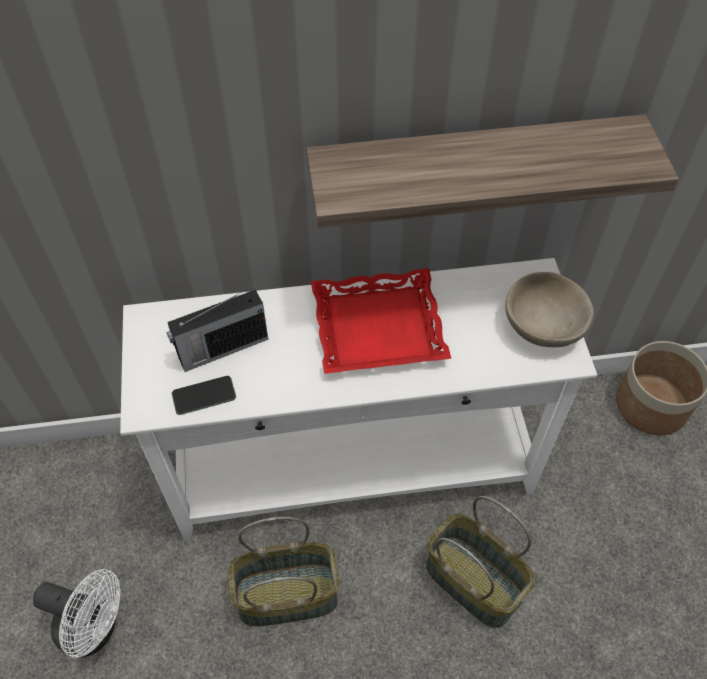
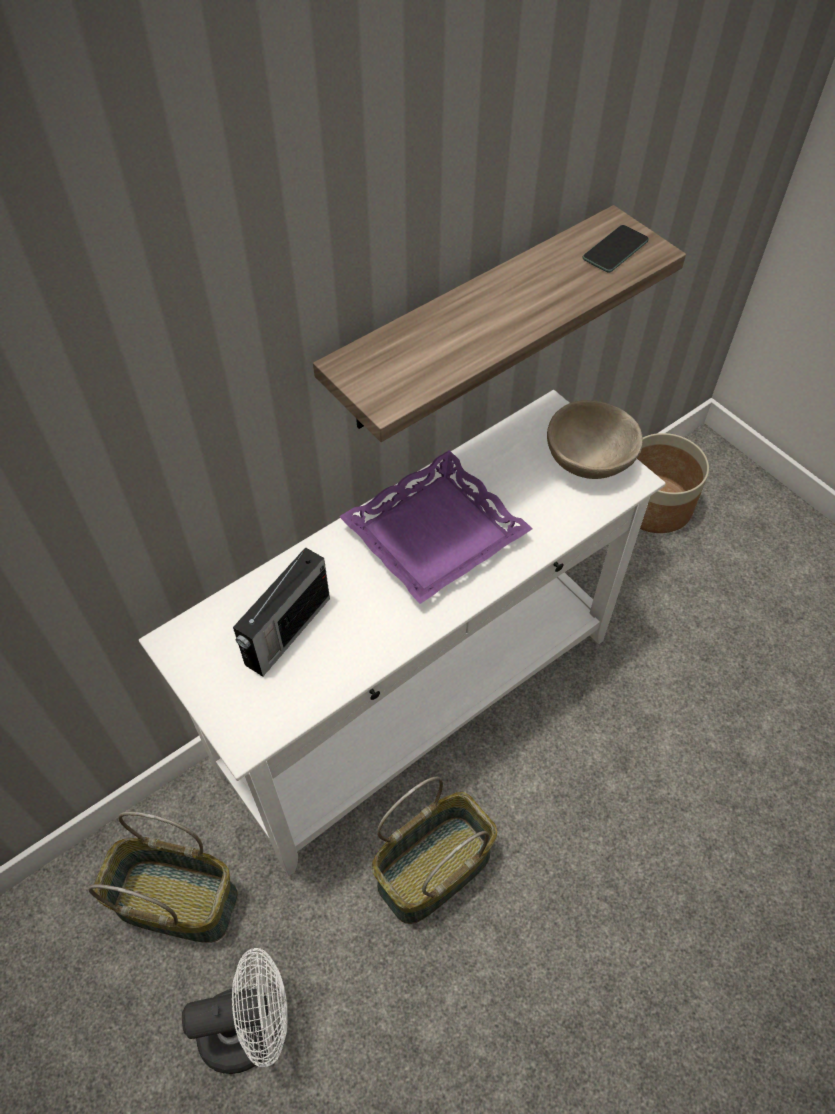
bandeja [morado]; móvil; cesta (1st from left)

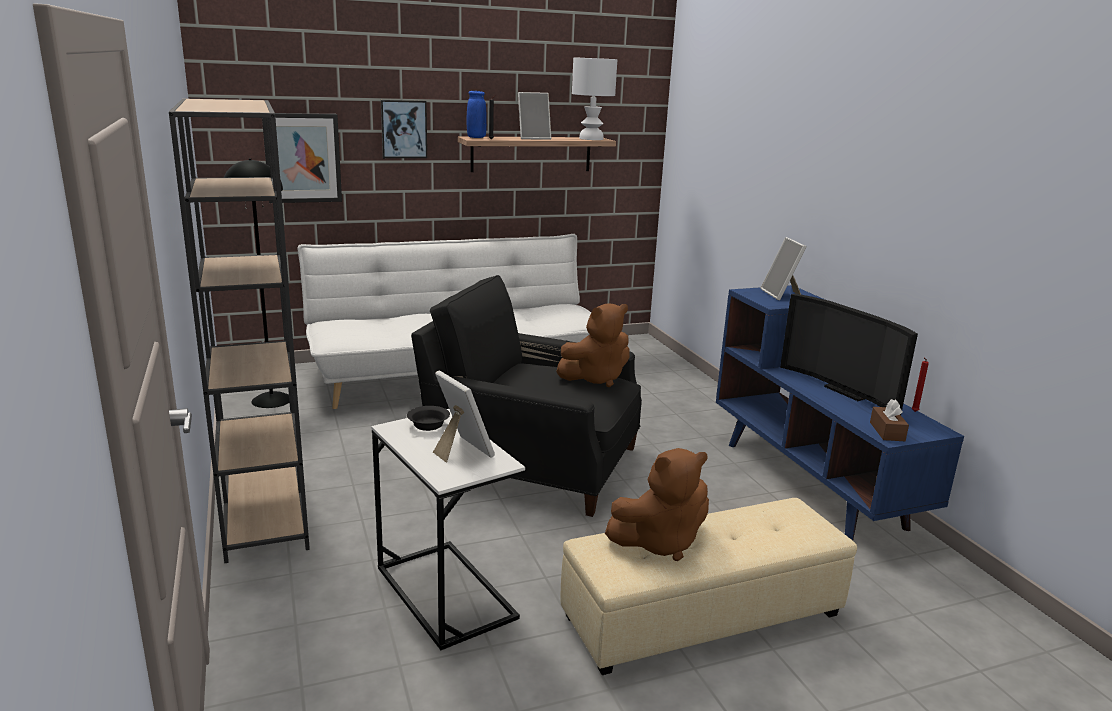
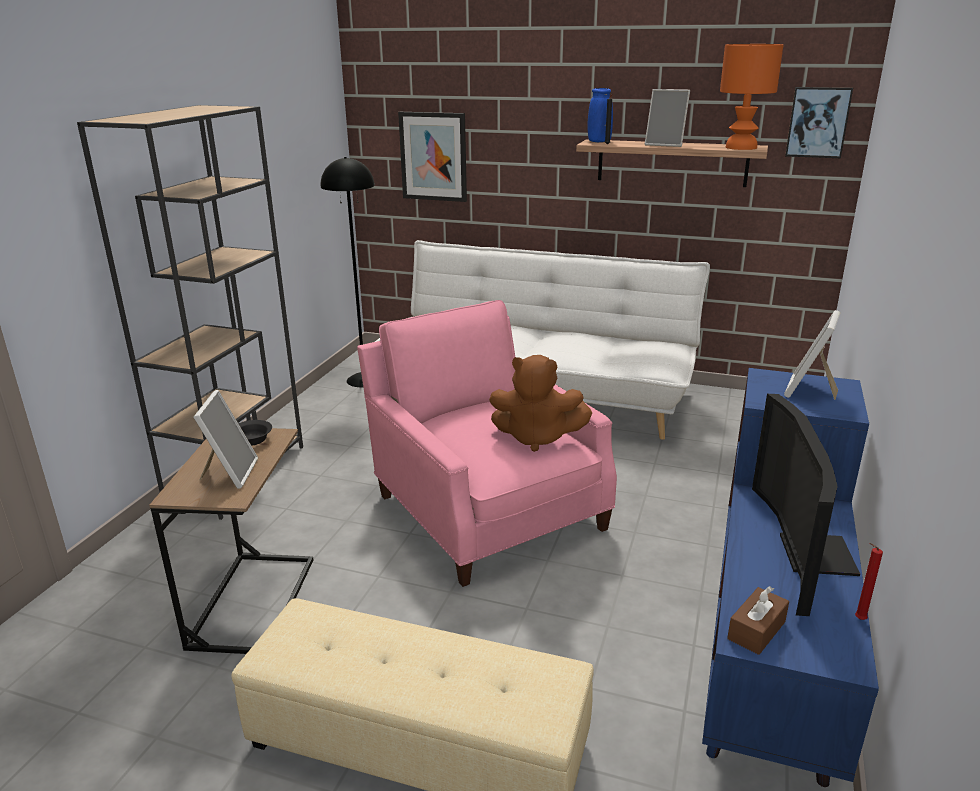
lámpara de mesa [naranja]; cuadro (2nd from left); sillón [rosa]; mesa auxiliar [marrón]; peluche [marrón] (2nd from left in the first image)

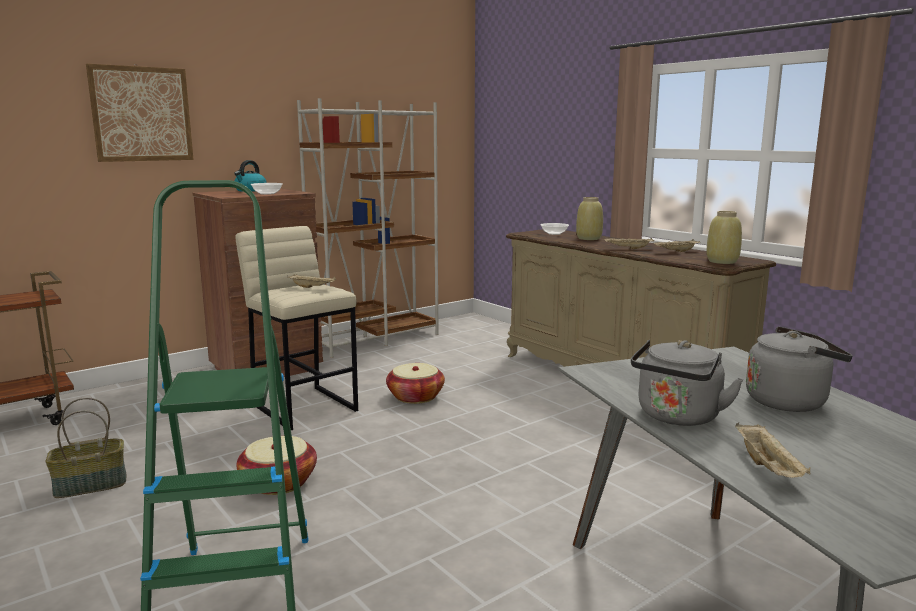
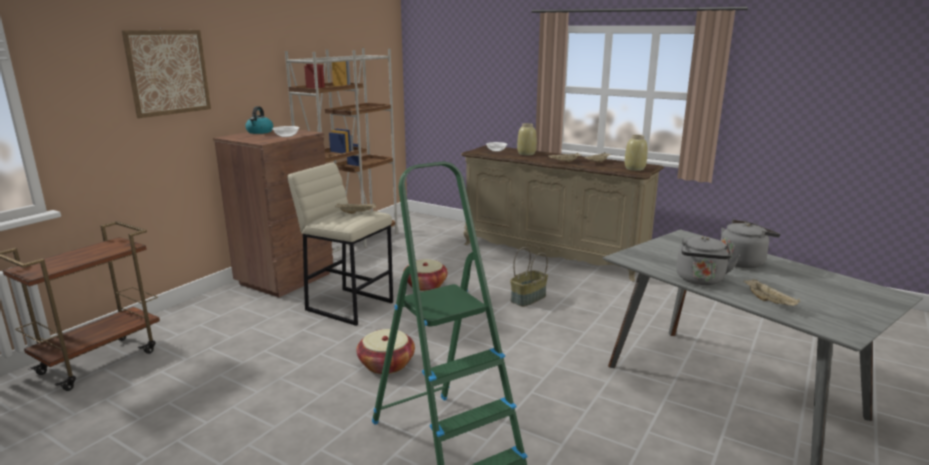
cesta (3rd from left)

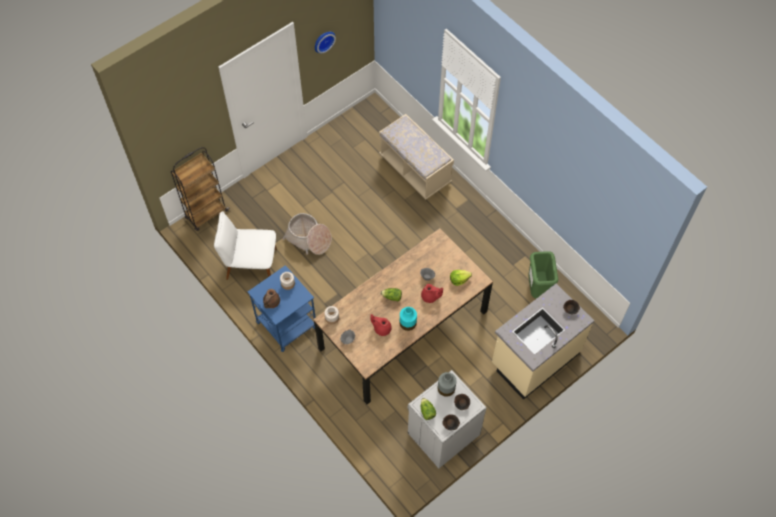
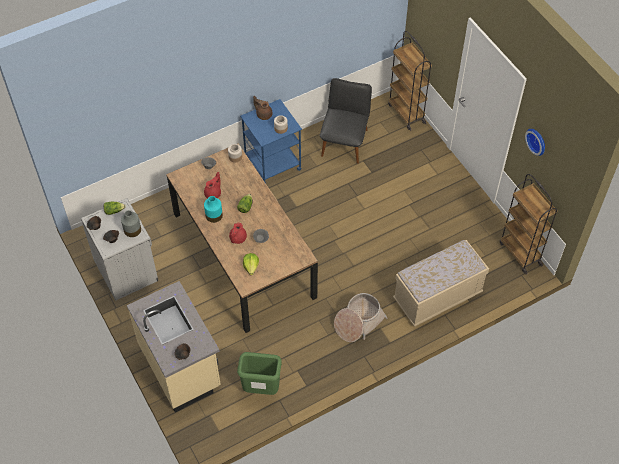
silla [negro]; cesta; carrito [marrón] (2nd from left)

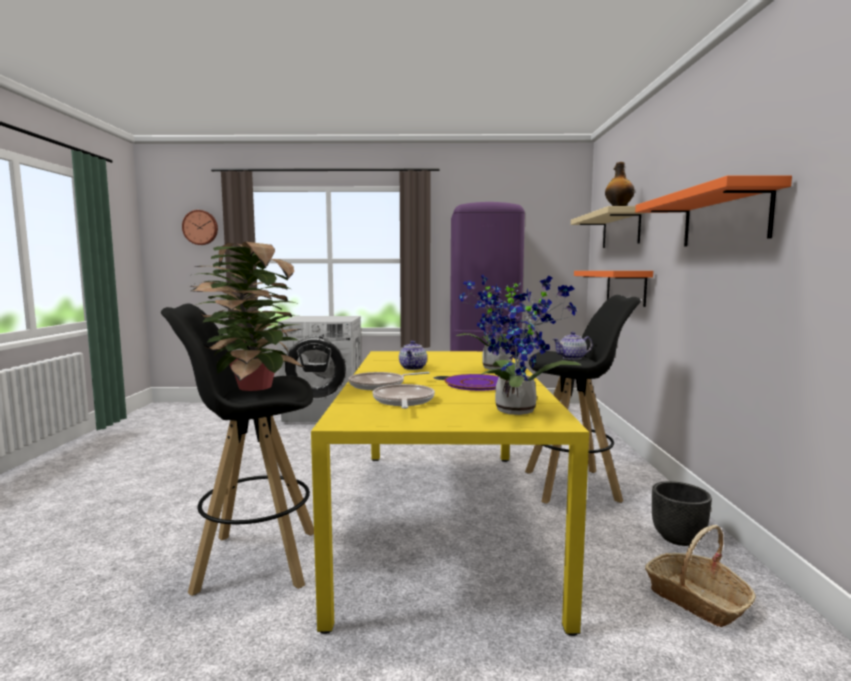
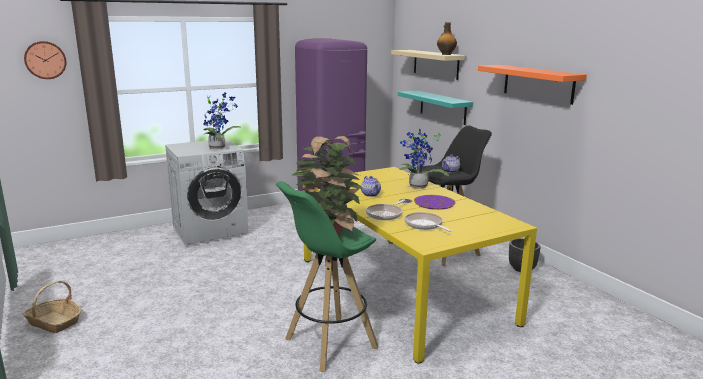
estante [turquesa]; planta en maceta (1st from left); taburete [verde]; cesta

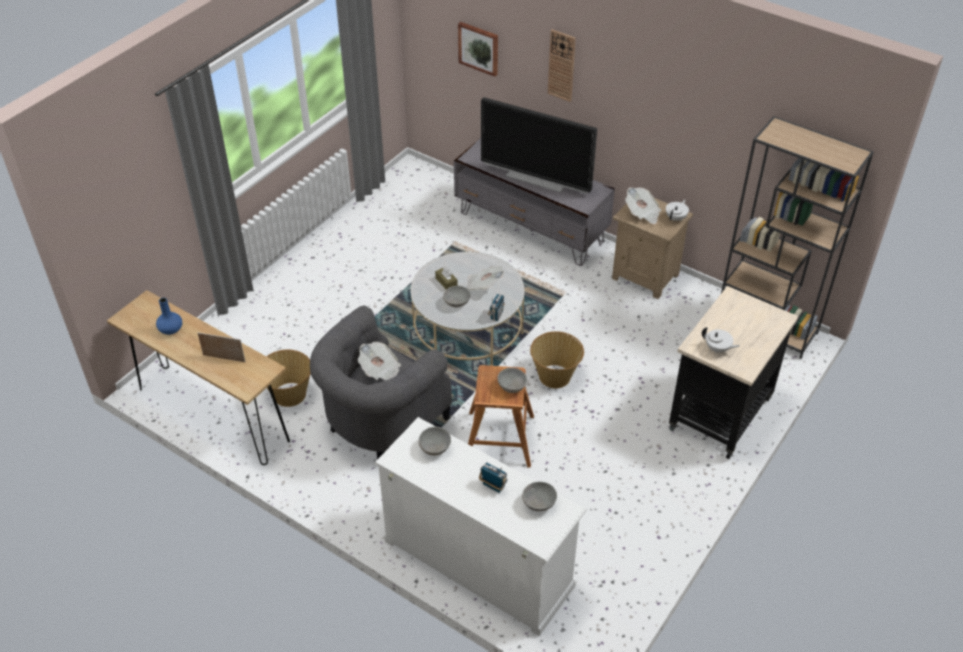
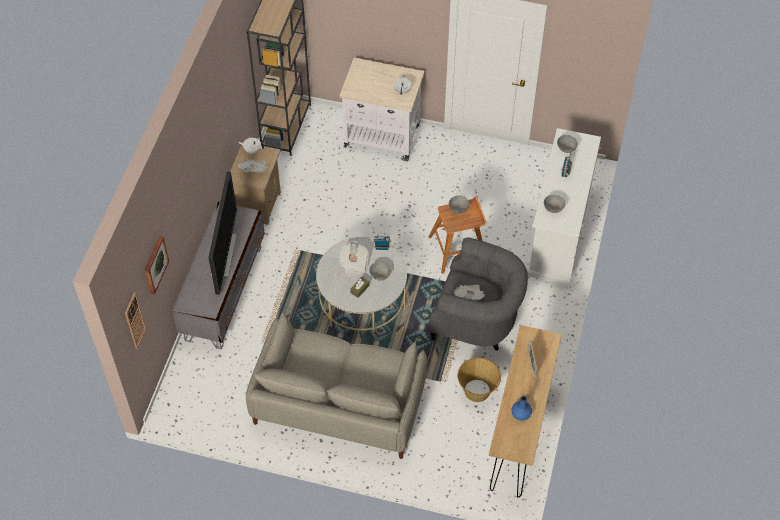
reloj de pared; carrito [blanco]; cesta (2nd from left in the first image); sofá [beis]

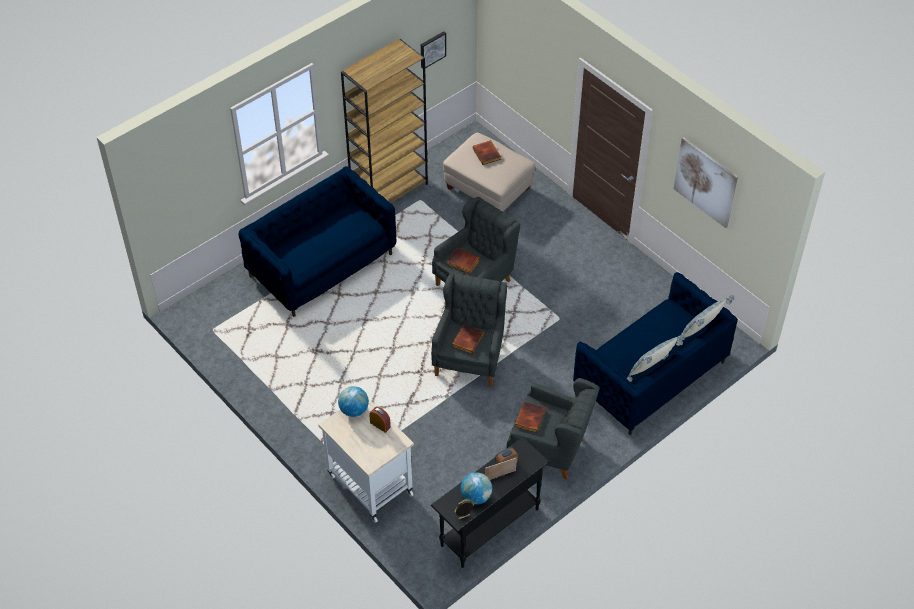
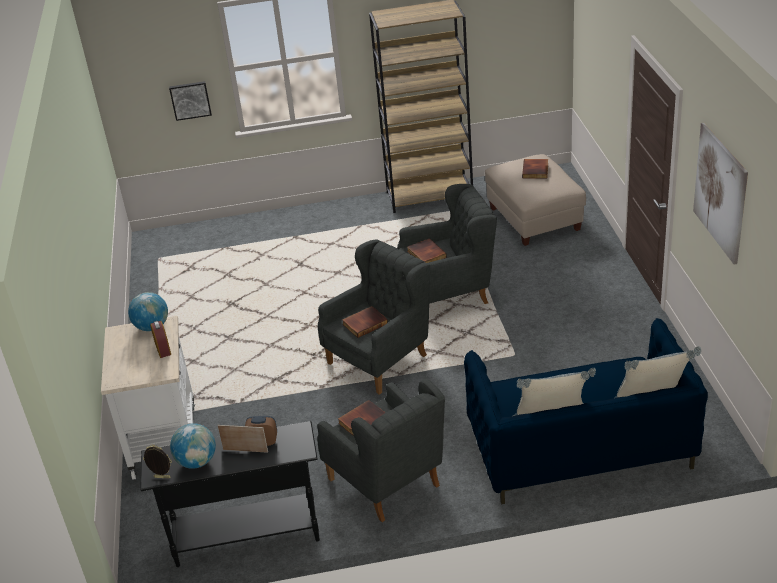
cuadro (1st from left); sofá [azul] (1st from left in the first image)

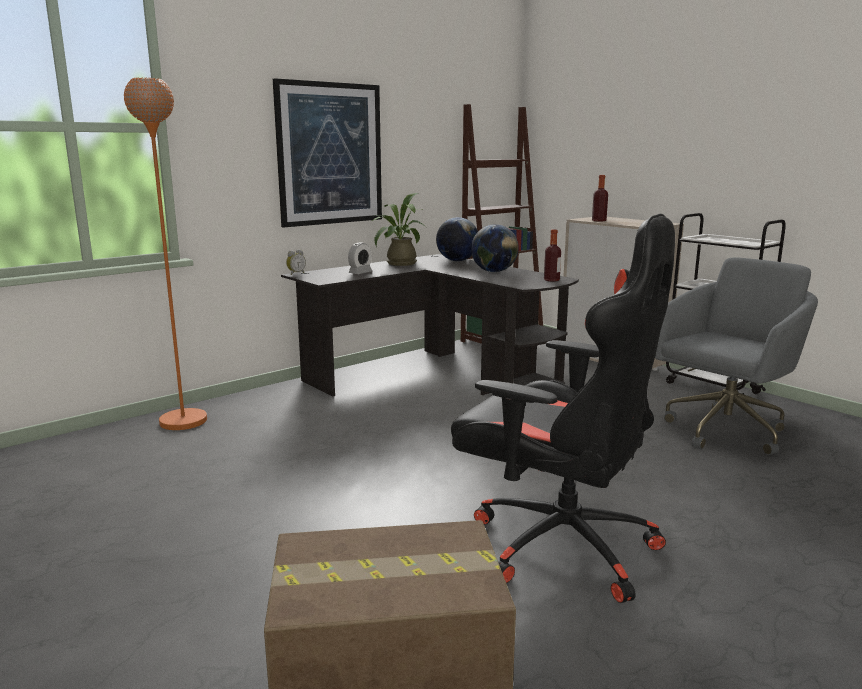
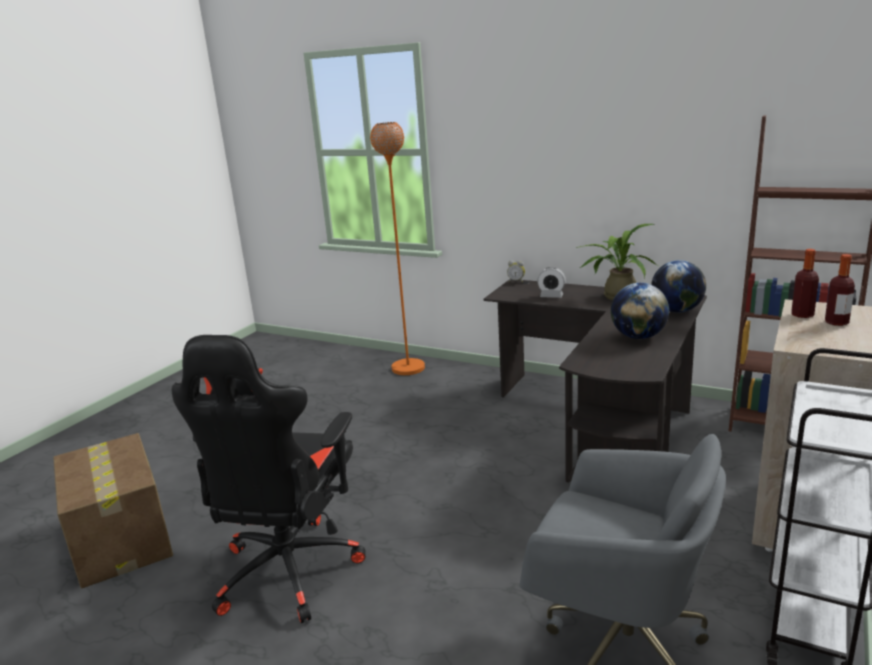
cuadro; botella (2nd from left)

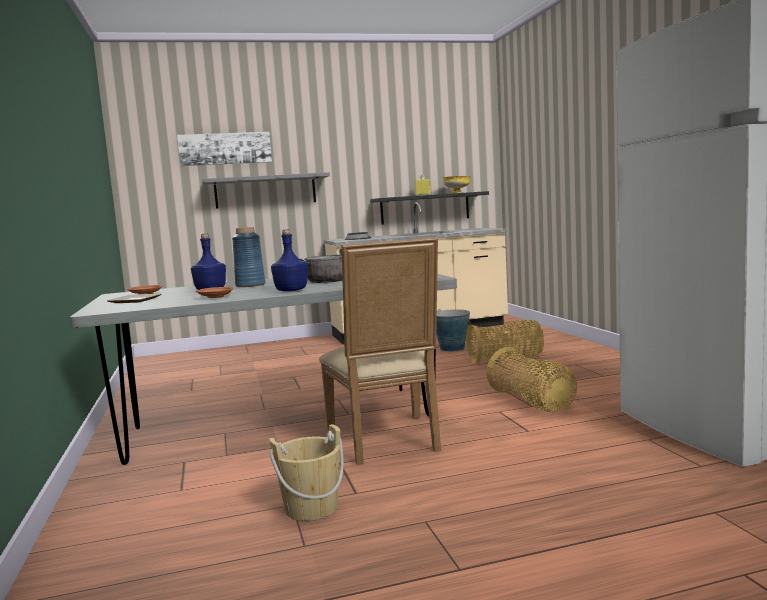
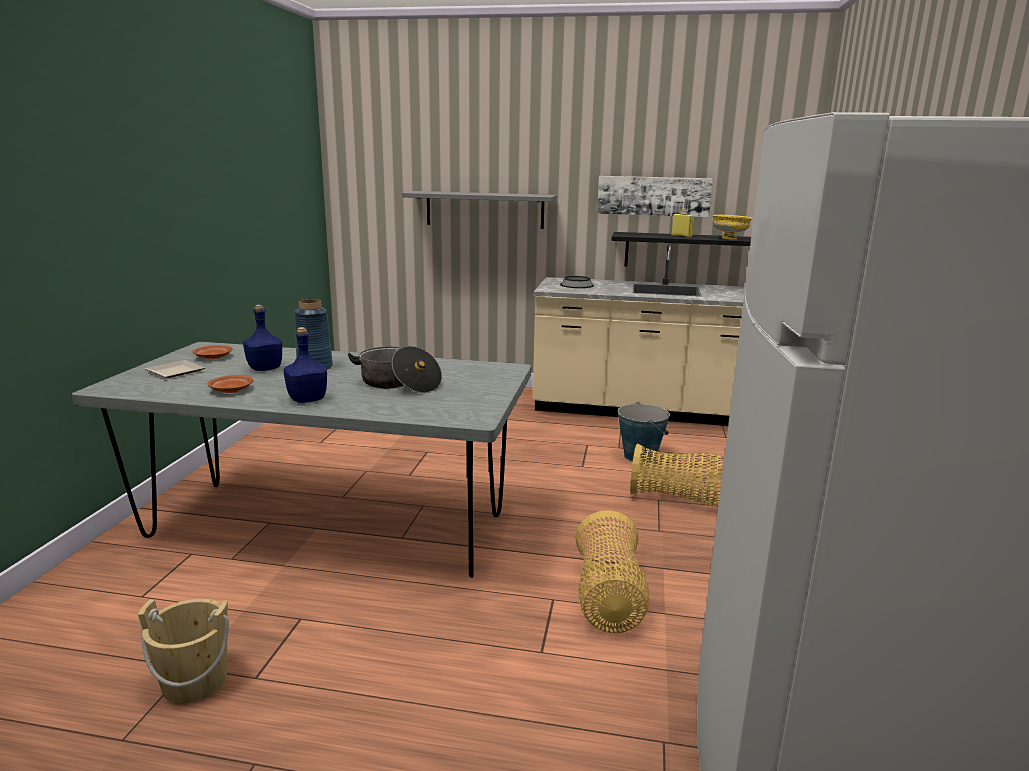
cuadro; silla [beis]

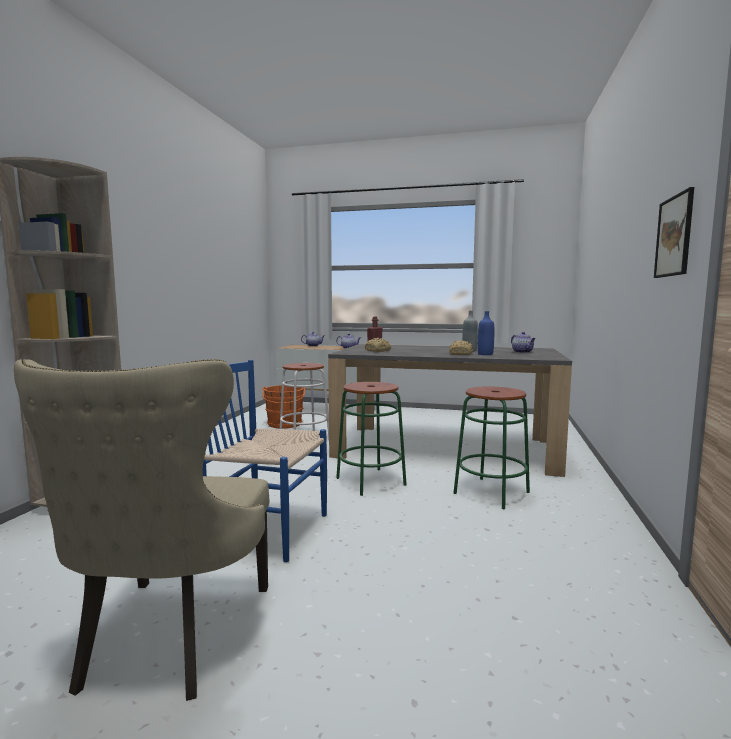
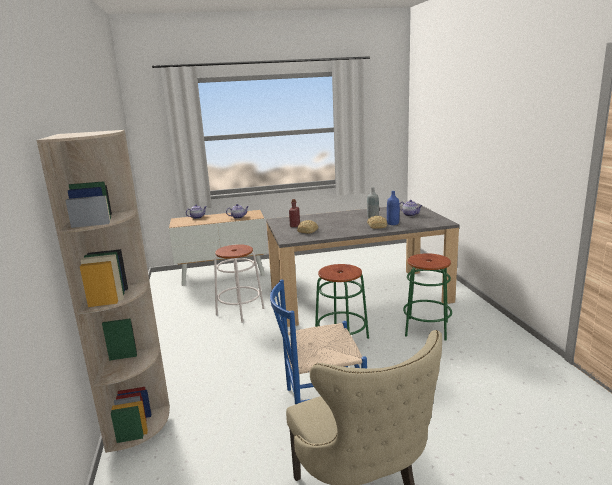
cuadro; cubo [naranja]

